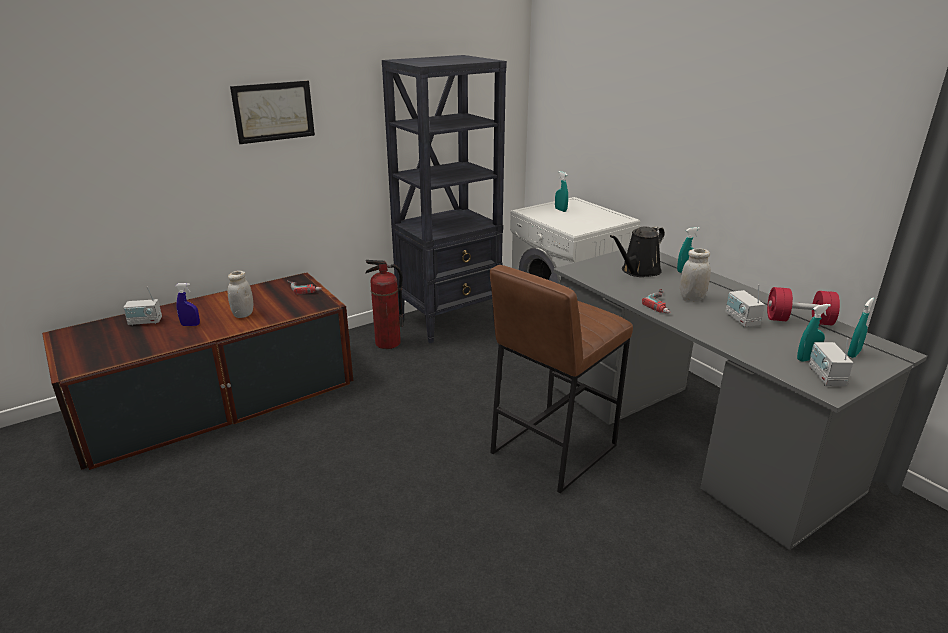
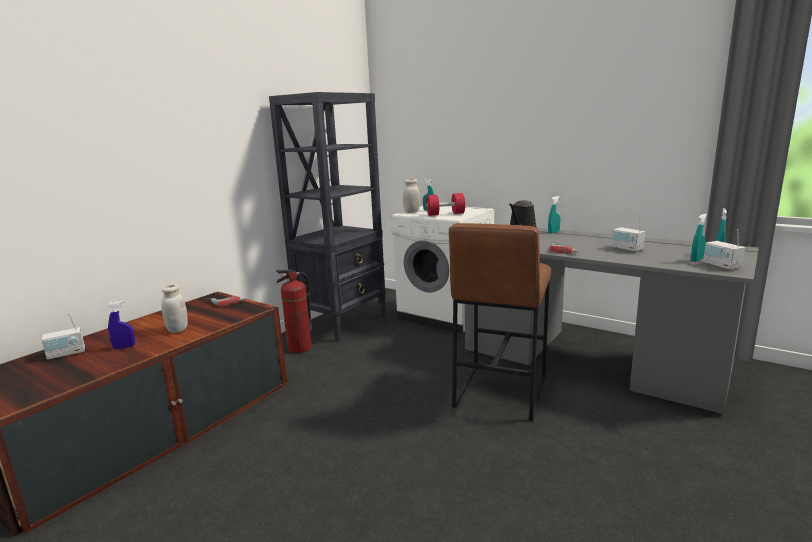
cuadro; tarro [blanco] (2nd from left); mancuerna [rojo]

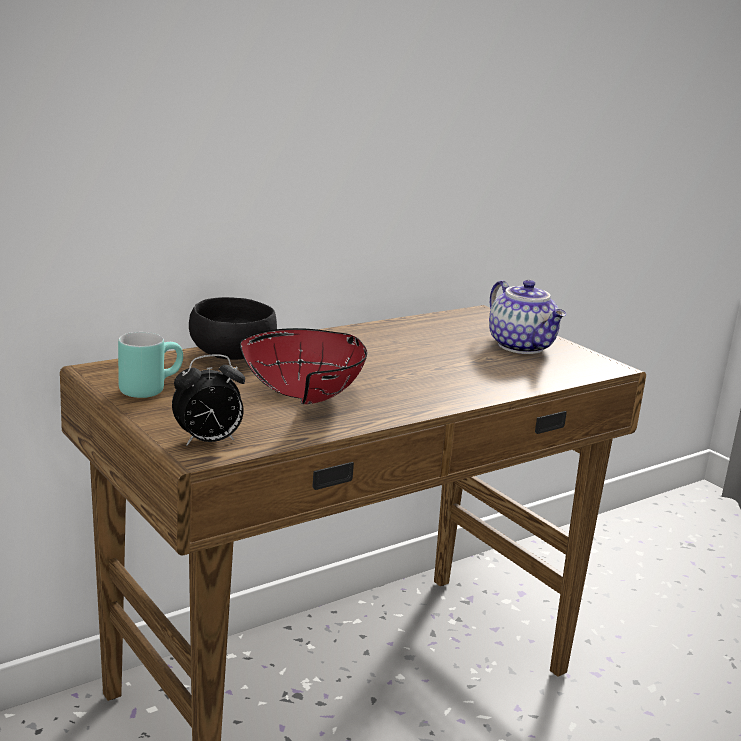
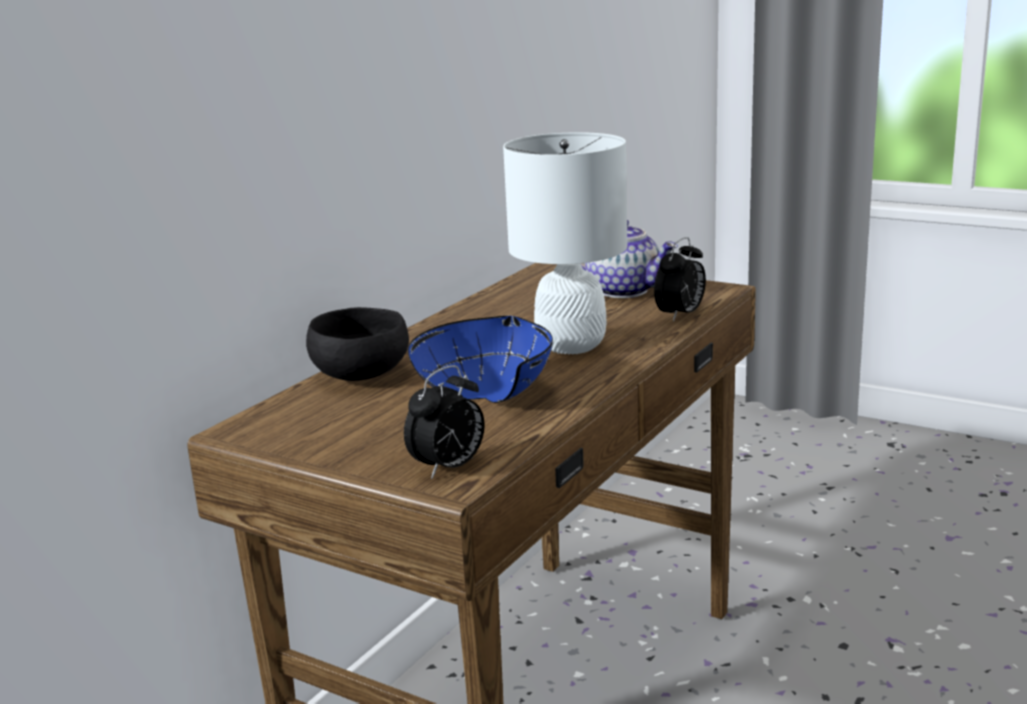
cuenco [azul]; taza grande [turquesa]; lámpara de mesa [blanco]; despertador (2nd from left)

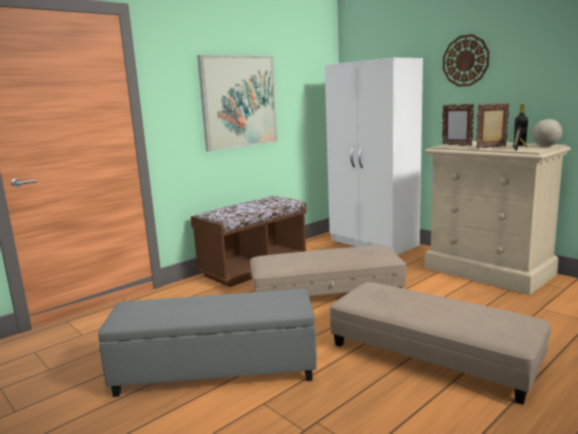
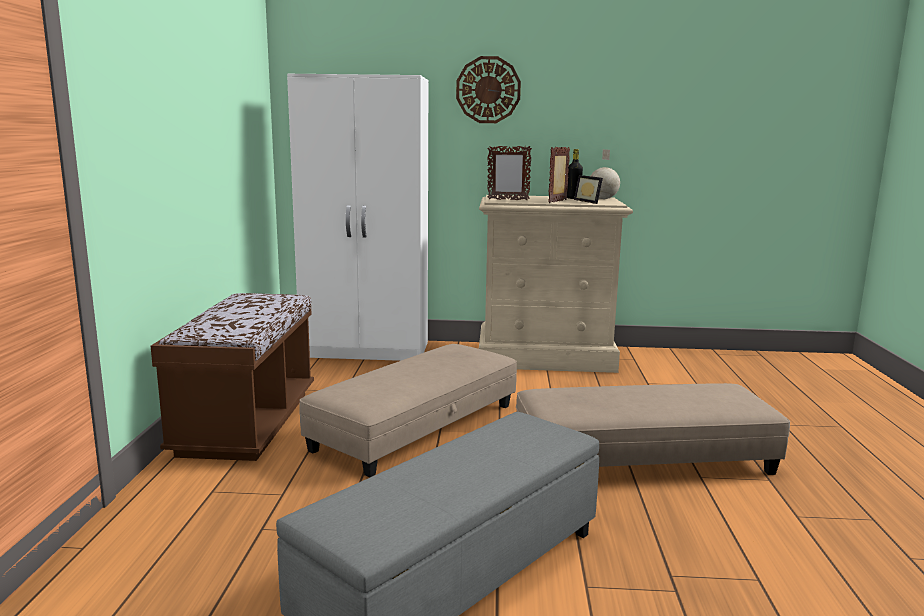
cuadro

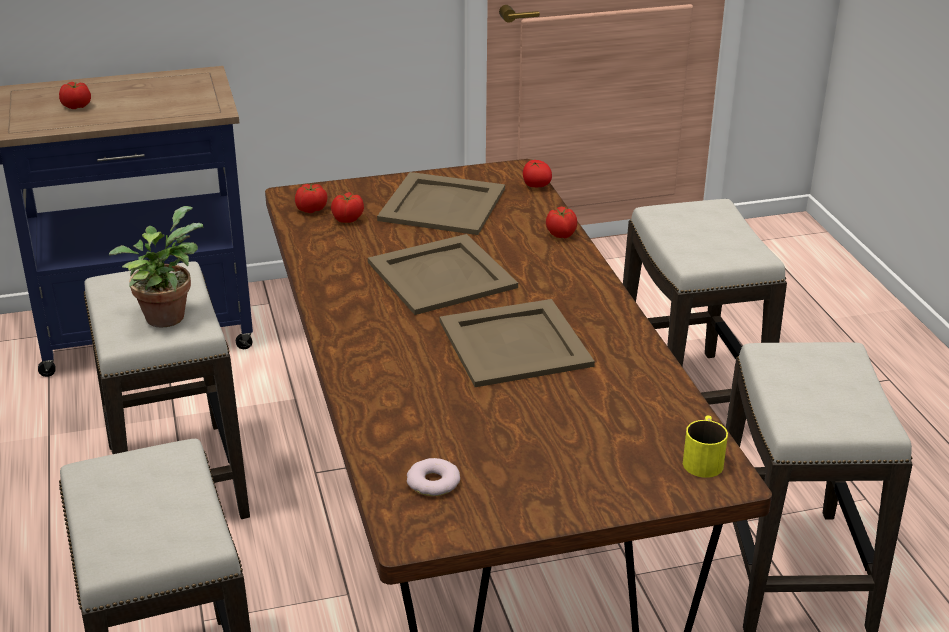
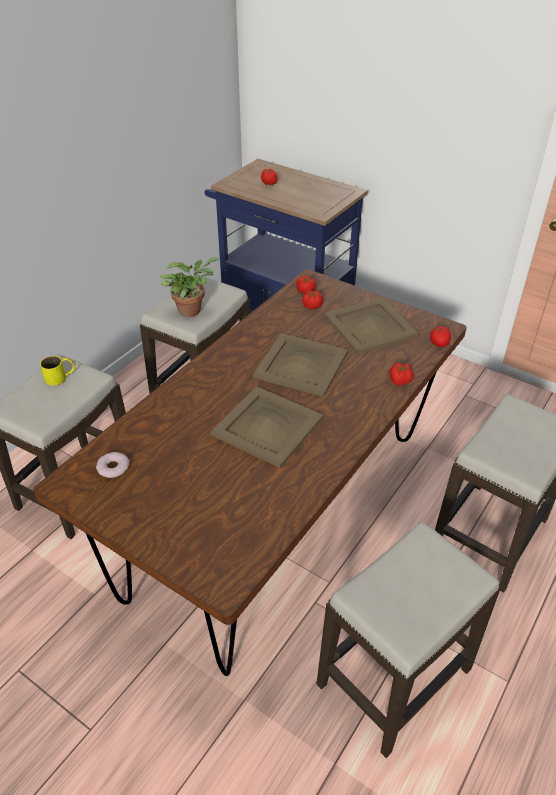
taza grande [amarillo]

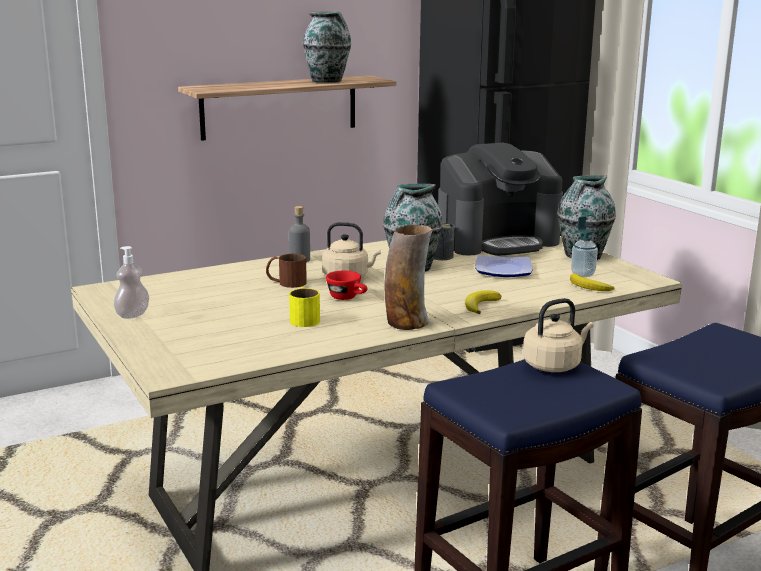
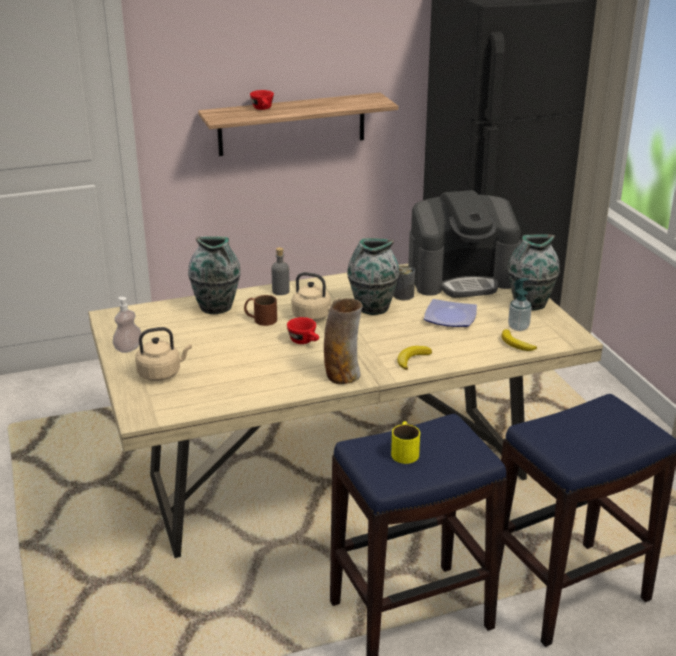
florero (1st from left); taza grande [amarillo]; hervidor [beis] (1st from left); taza [rojo] (1st from left)

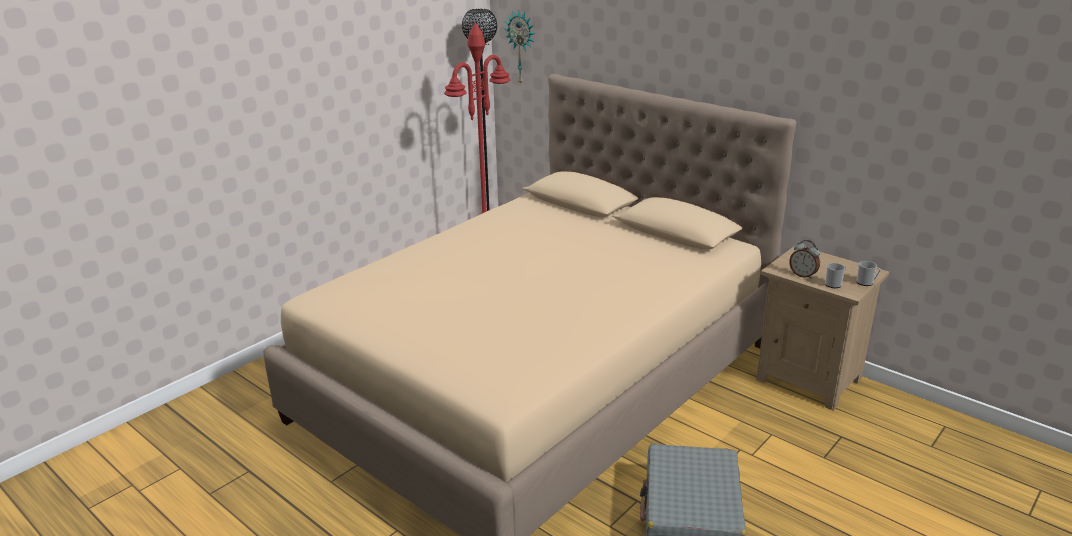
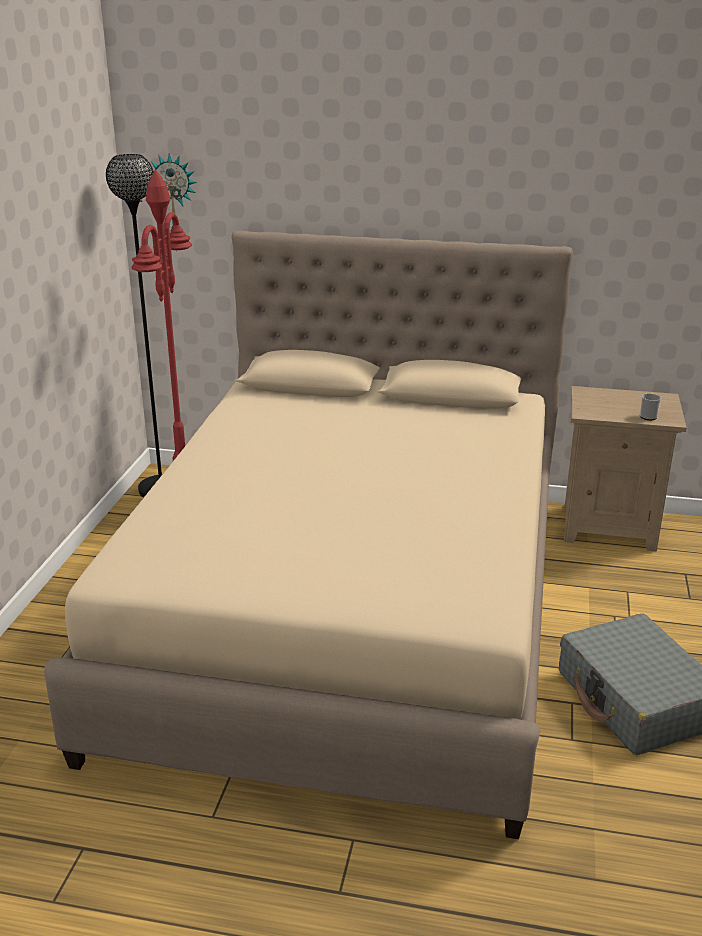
despertador; taza grande (2nd from left in the first image)

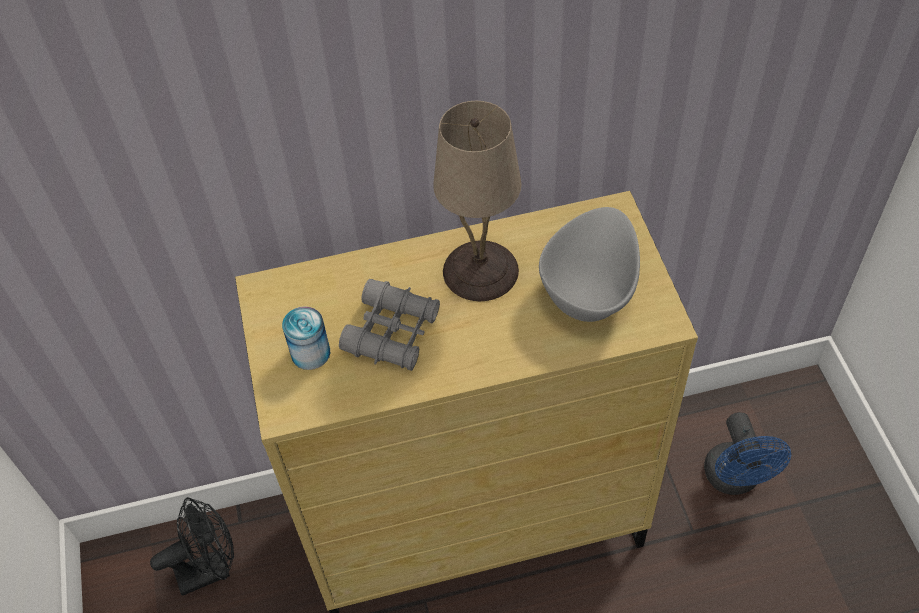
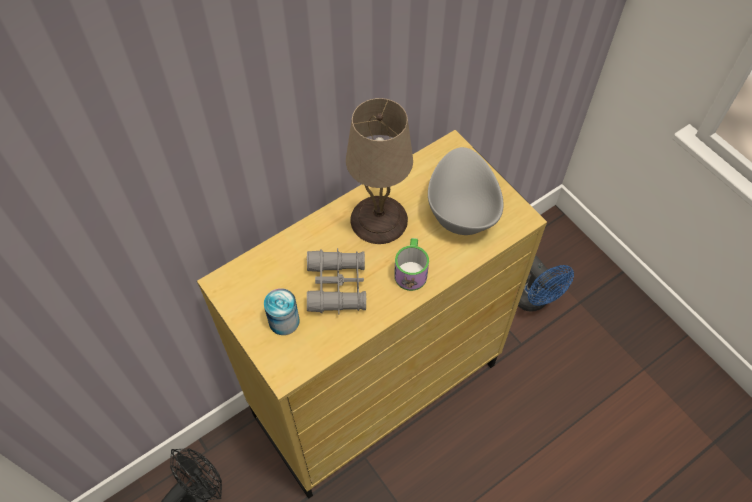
taza grande

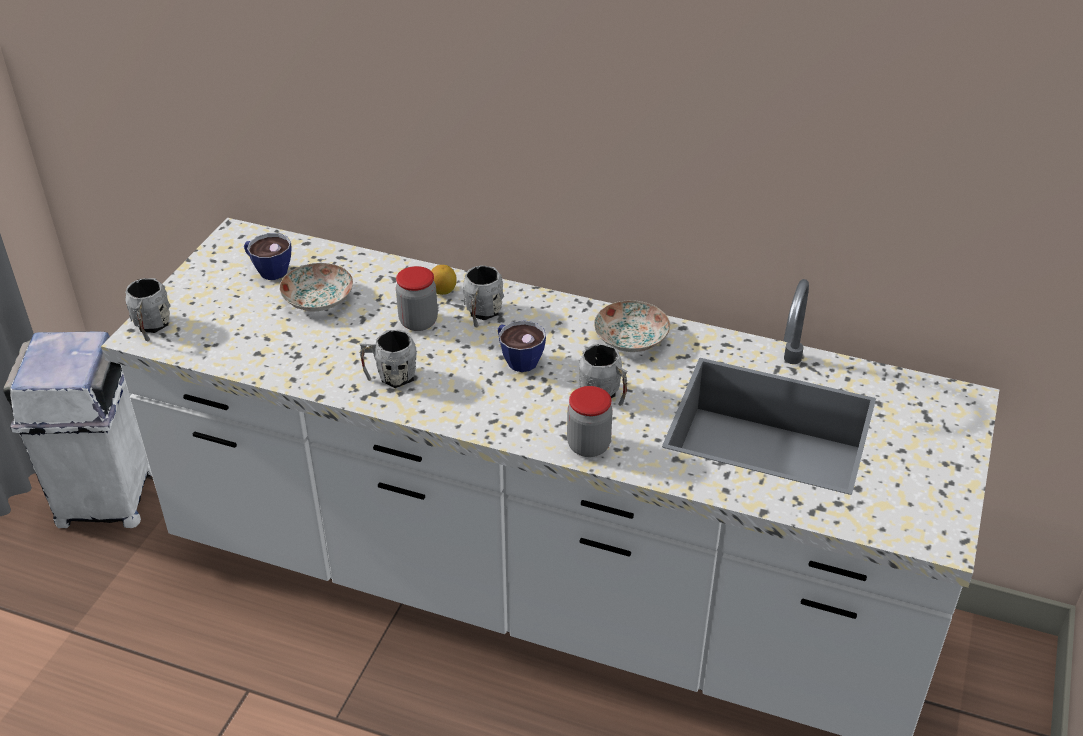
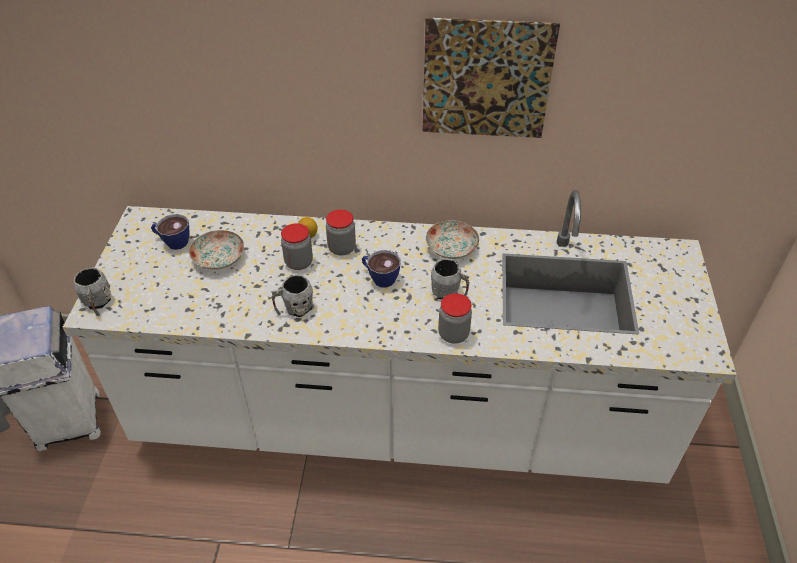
tarro (2nd from left); cuadro

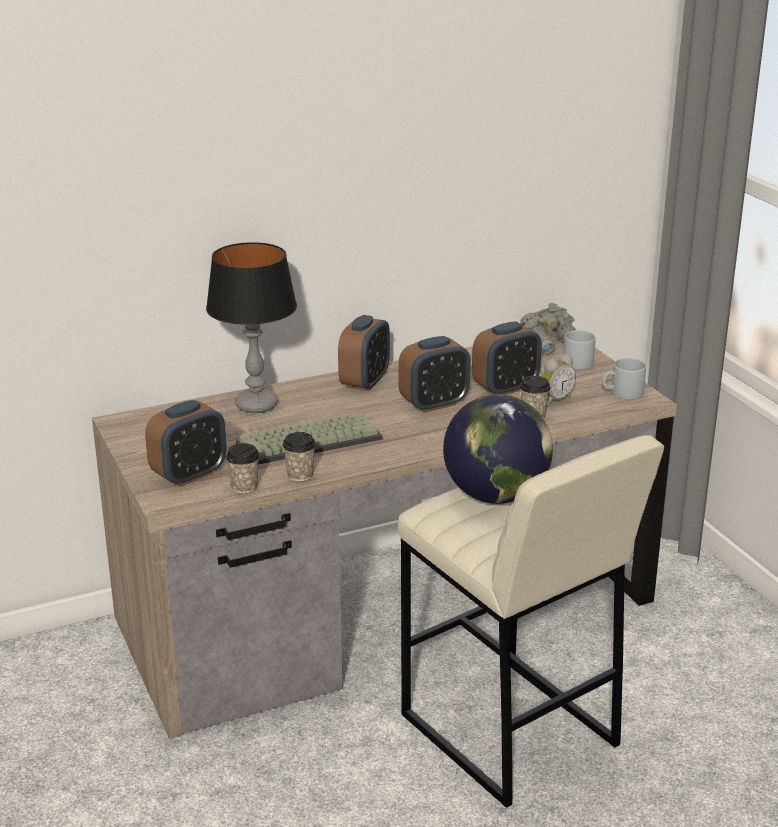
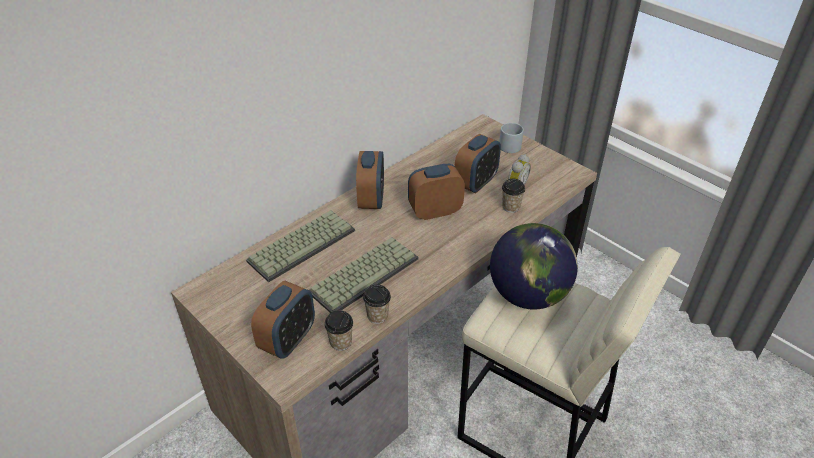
teclado (1st from left); prismáticos [gris]; despertador (3rd from left); taza grande [gris] (2nd from left in the first image)

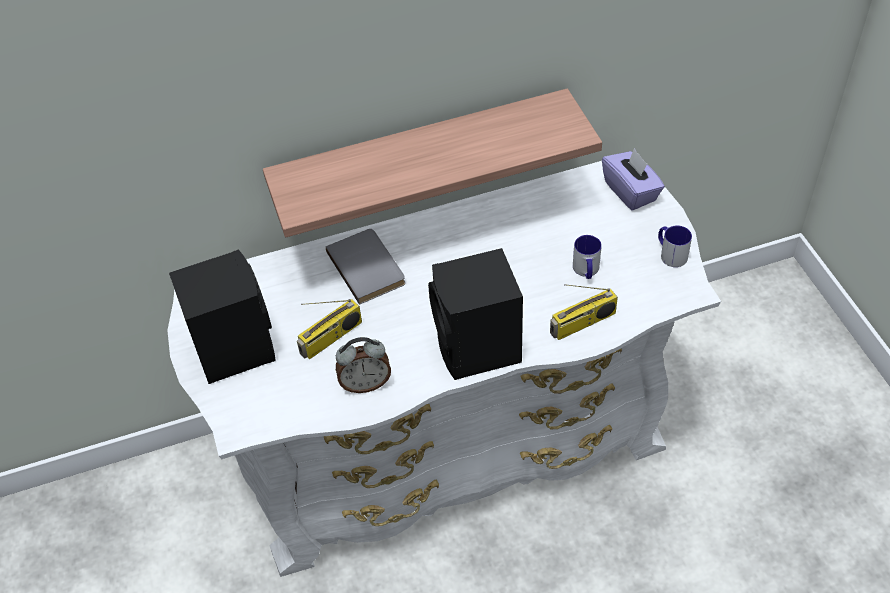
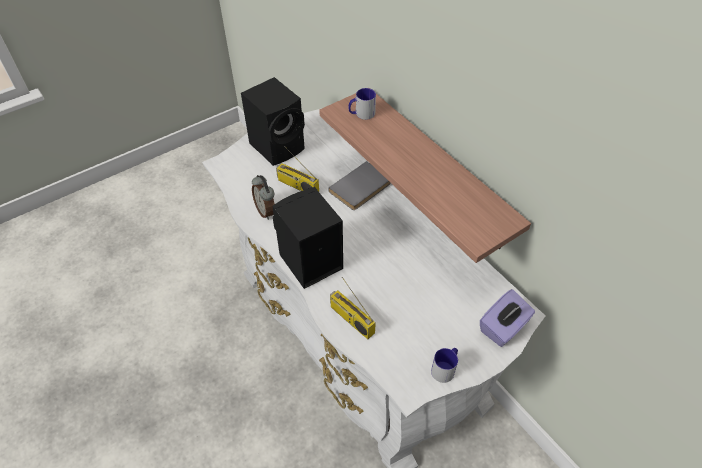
taza grande (1st from left)

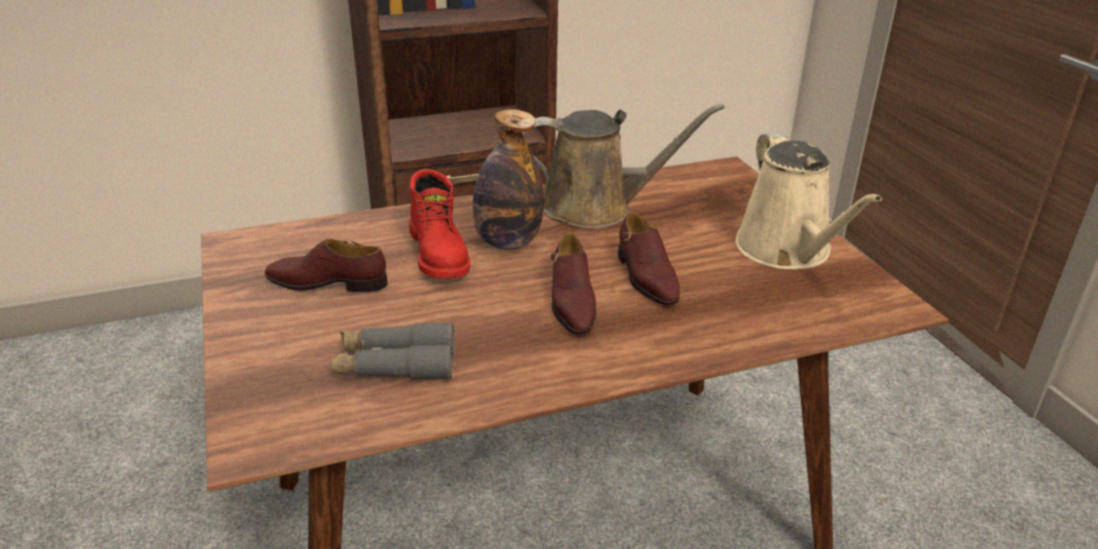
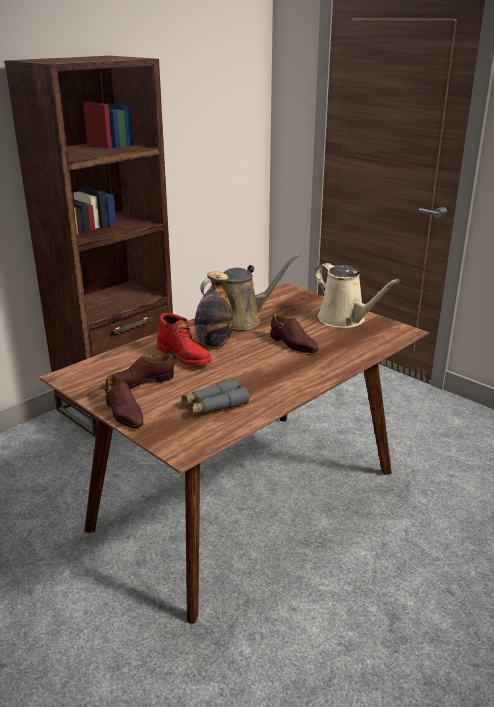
zapato [marrón] (1st from left)

